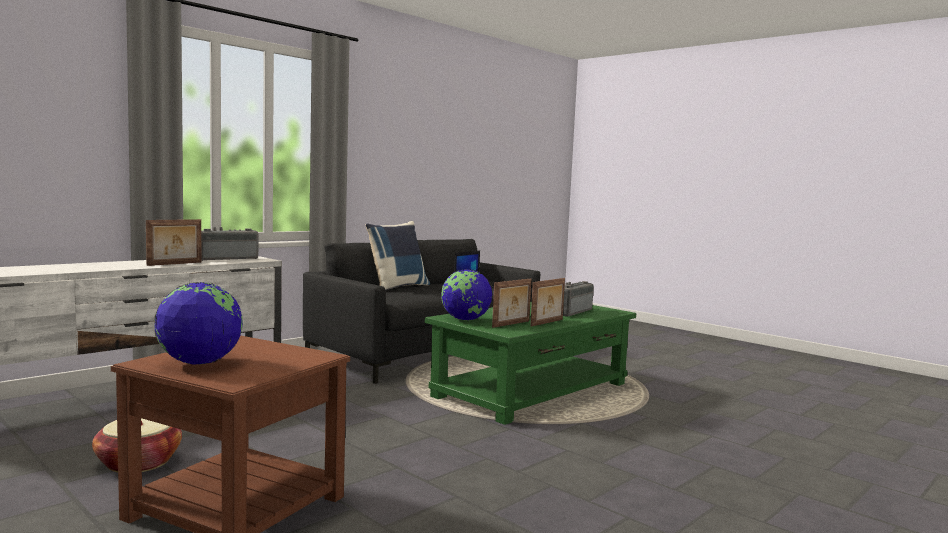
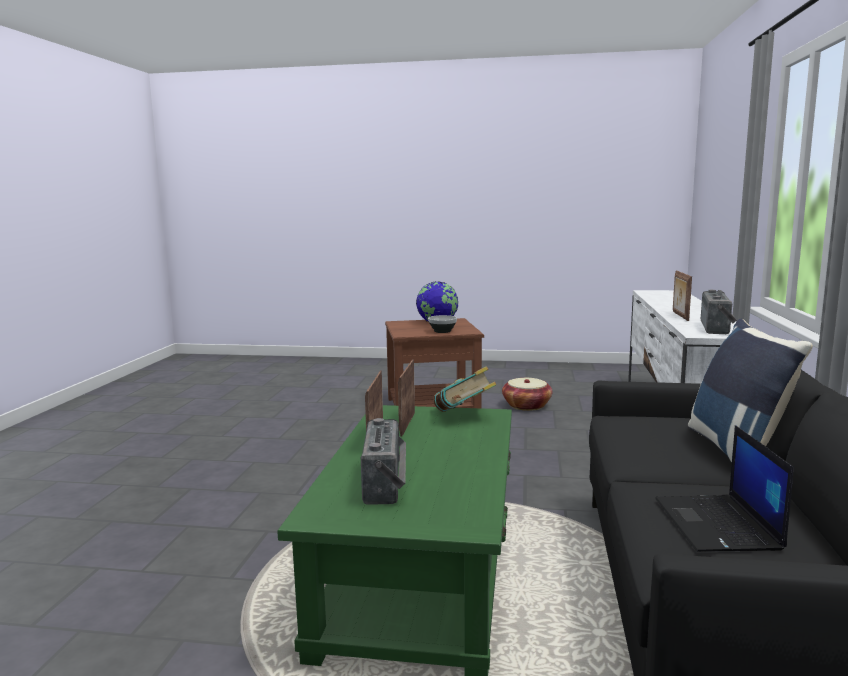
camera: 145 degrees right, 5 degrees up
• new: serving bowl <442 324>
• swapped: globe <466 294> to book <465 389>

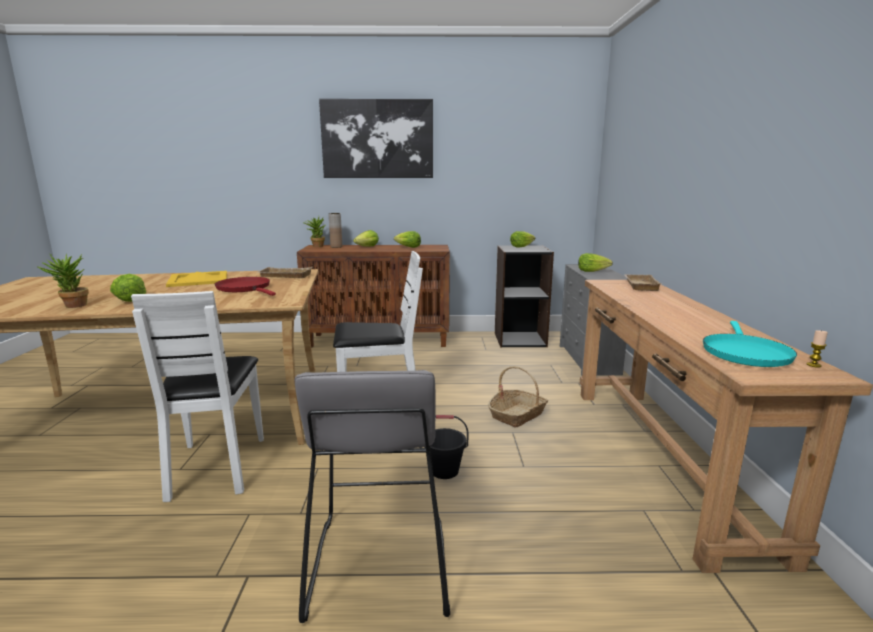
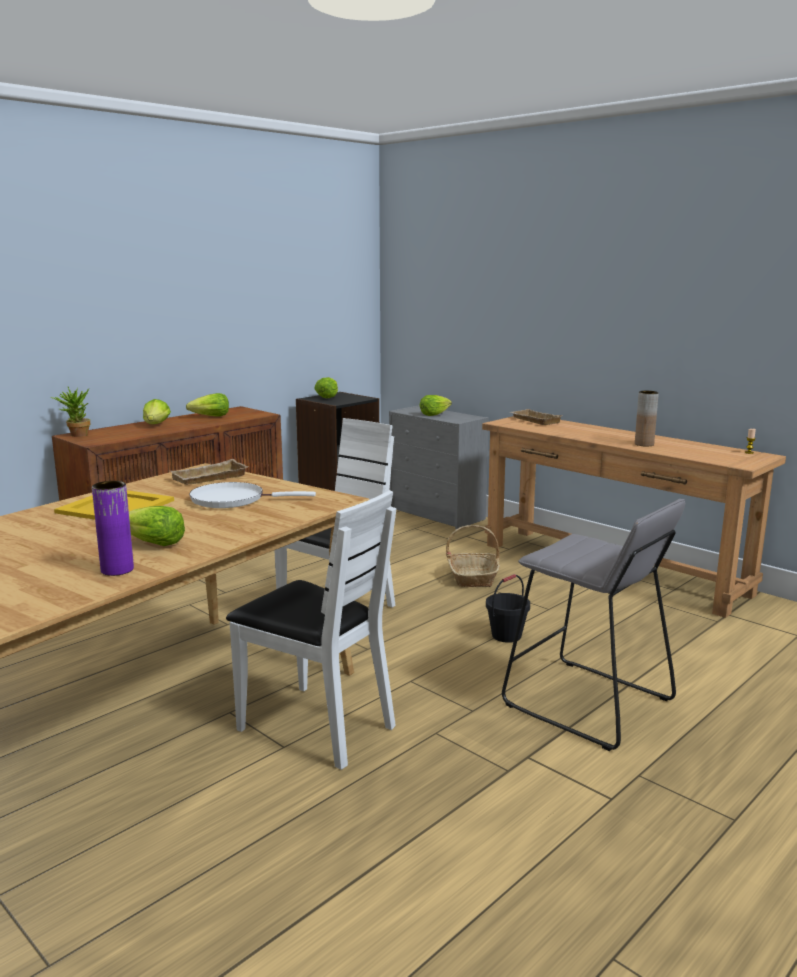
camera: 45 degrees left, 0 degrees up
• swapped: houseplant <63 281> to vase (purple) <113 528>
• repainted: skillet (red) <245 286> to skillet (white-coloured) <252 495>
• shifted: vase (brown) <335 230> to <647 418>
• gone: wall picture <376 138>
• gone: skillet (turquoise) <750 344>

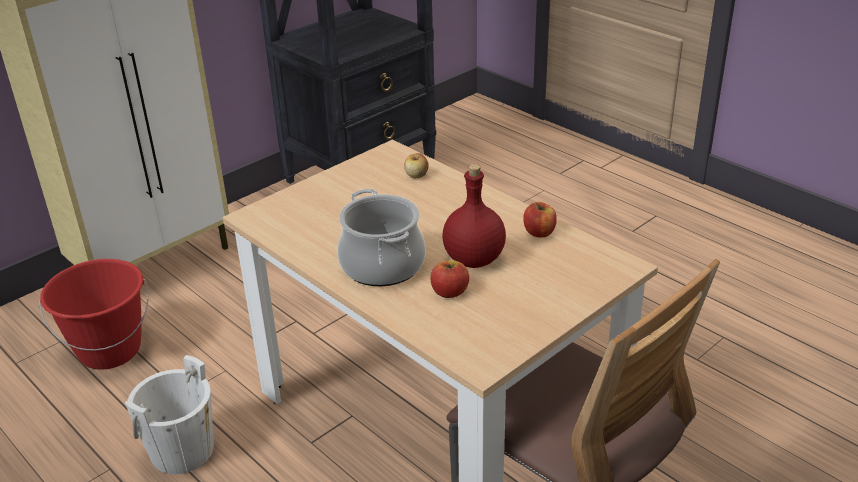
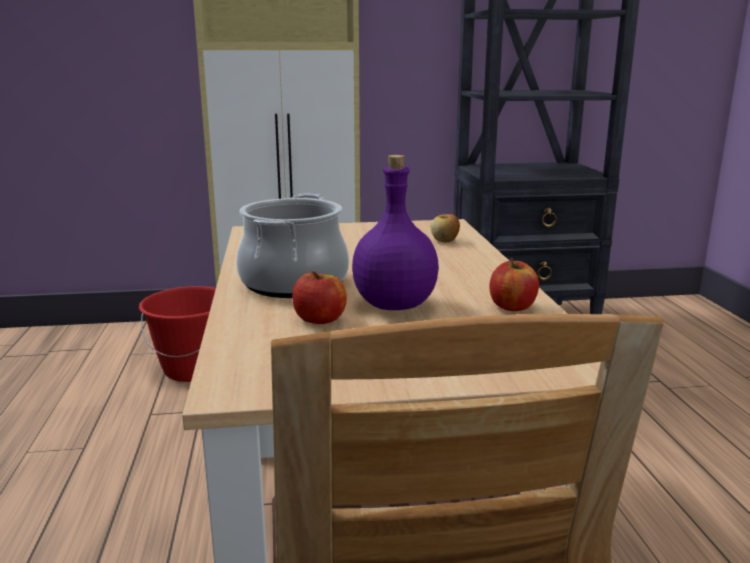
camera: 35 degrees right, 15 degrees down
• repainted: bottle (red) <474 216> to bottle (purple) <395 232>
• gone: bucket (white-coloured) <169 414>

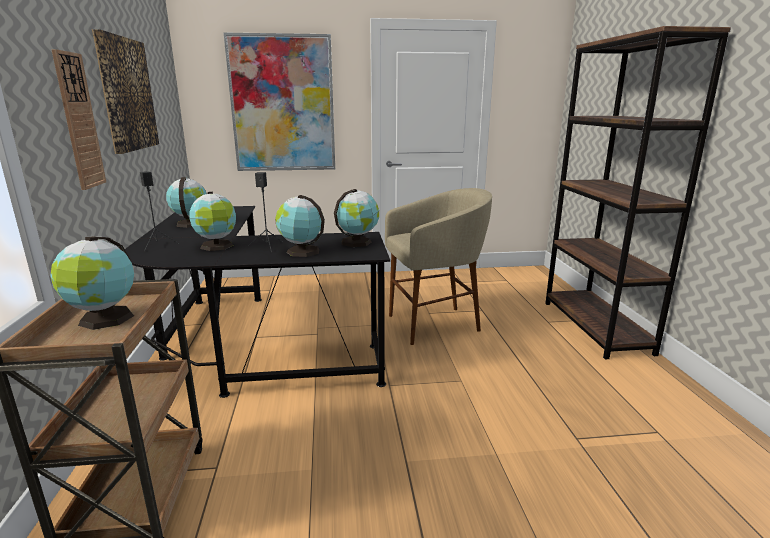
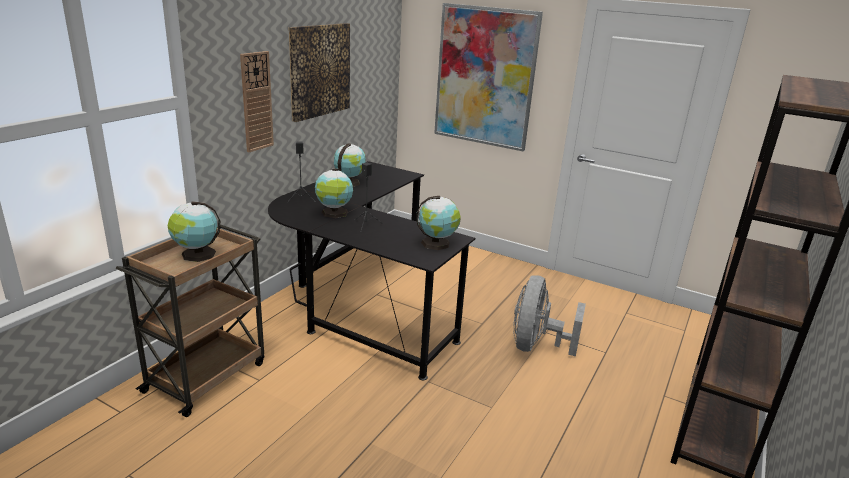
camera: 35 degrees right, 5 degrees up
• swapped: sitting stool (beige-coloured) <438 266> to electric fan (grey) <549 315>
• gone: globe <300 226>

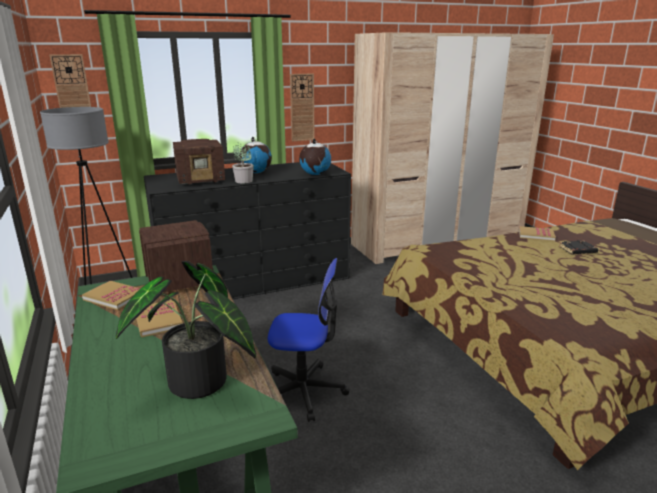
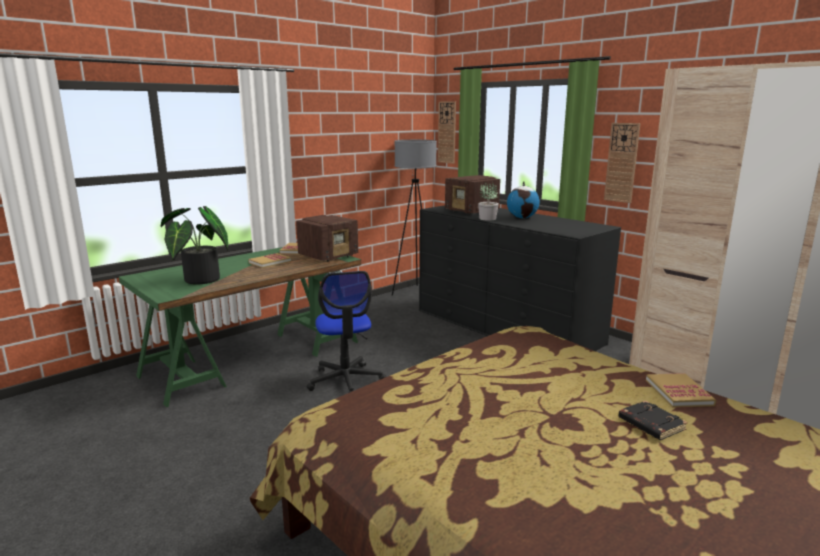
camera: 70 degrees right, 5 degrees down
• gone: globe <315 157>

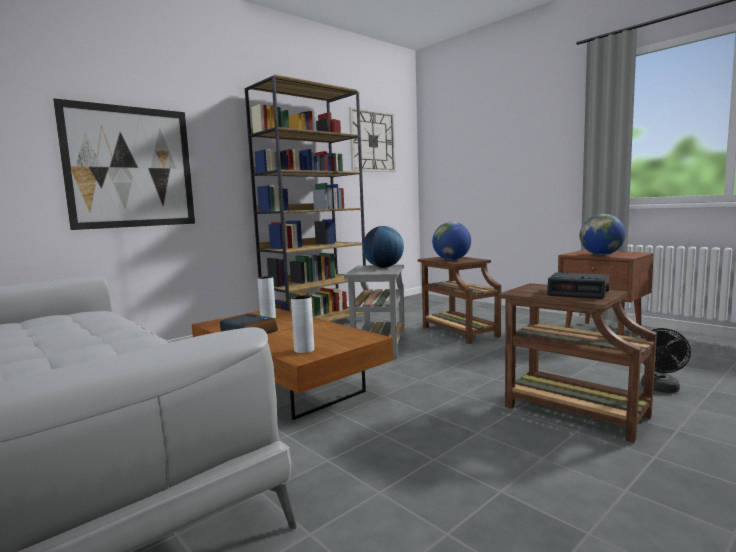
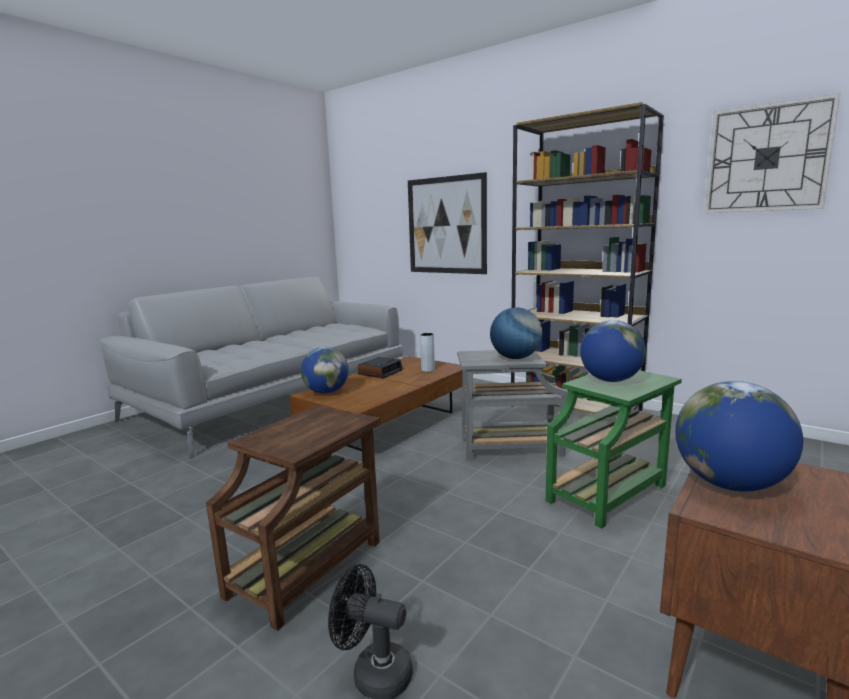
camera: 80 degrees right, 5 degrees up
• swapped: vase (grey) <302 324> to globe <325 370>
• repainted: accent table (brown) <459 300> to accent table (green) <614 449>
• gone: alarm clock <578 285>

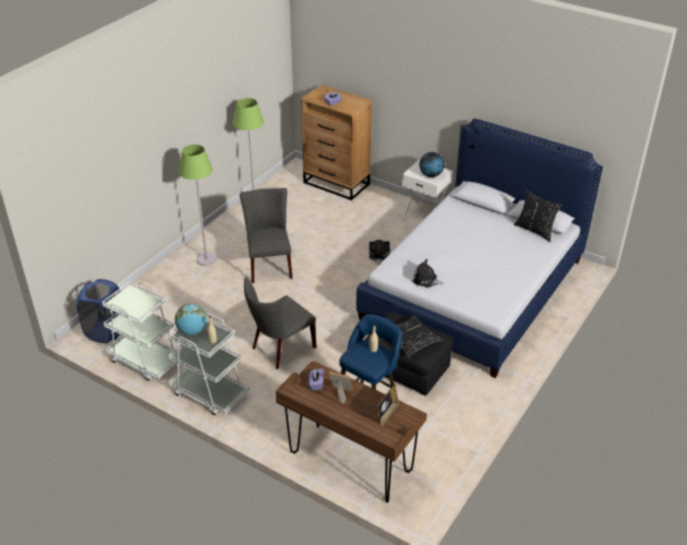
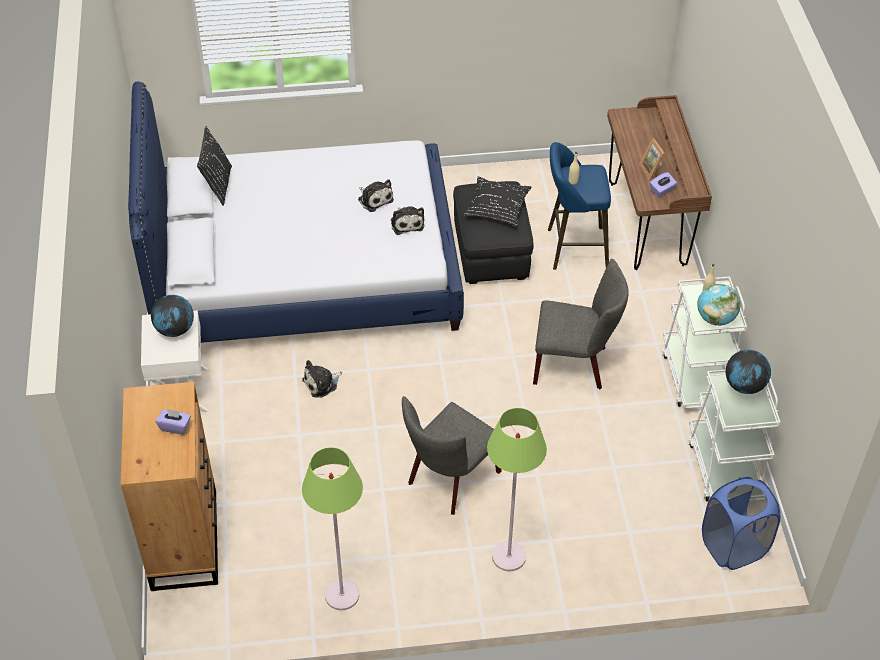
camera: 130 degrees left, 10 degrees up
• new: plush toy <376 195>
• new: globe <748 372>
• gone: standing frame <388 404>

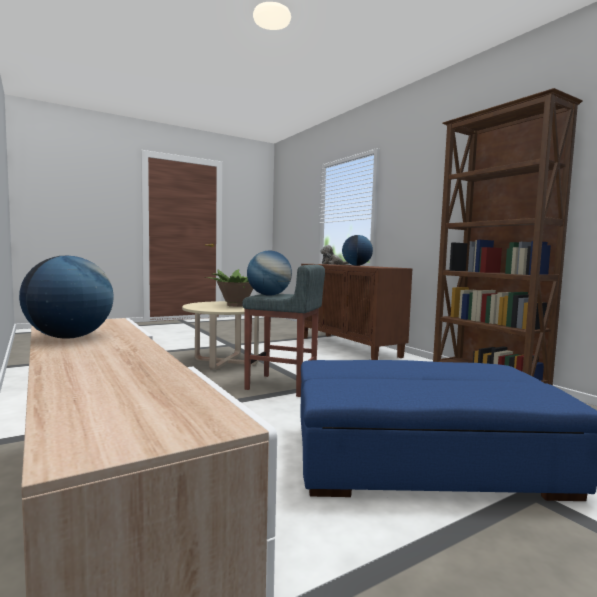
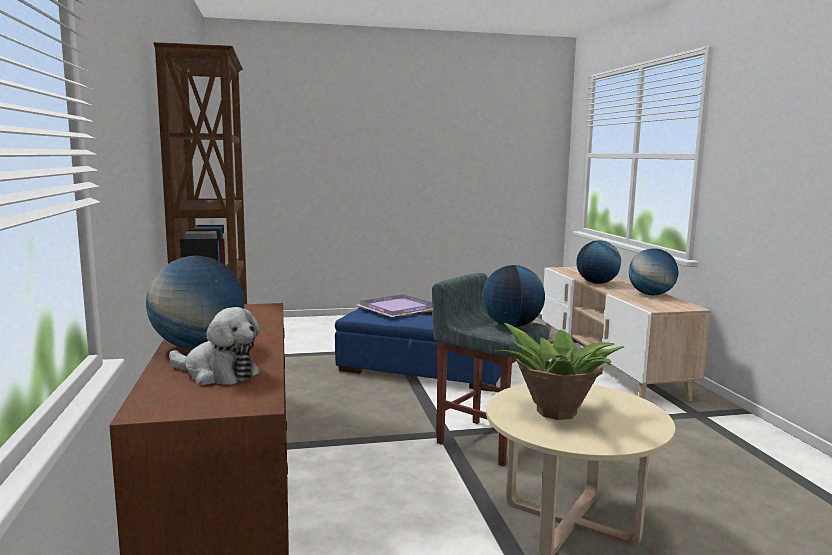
camera: 160 degrees left, 5 degrees up
• new: tray (purple) <395 305>
• new: globe <598 262>

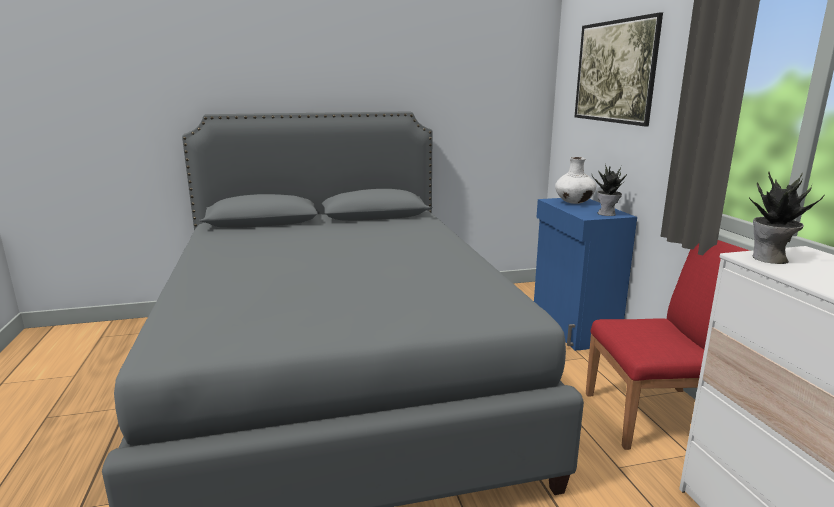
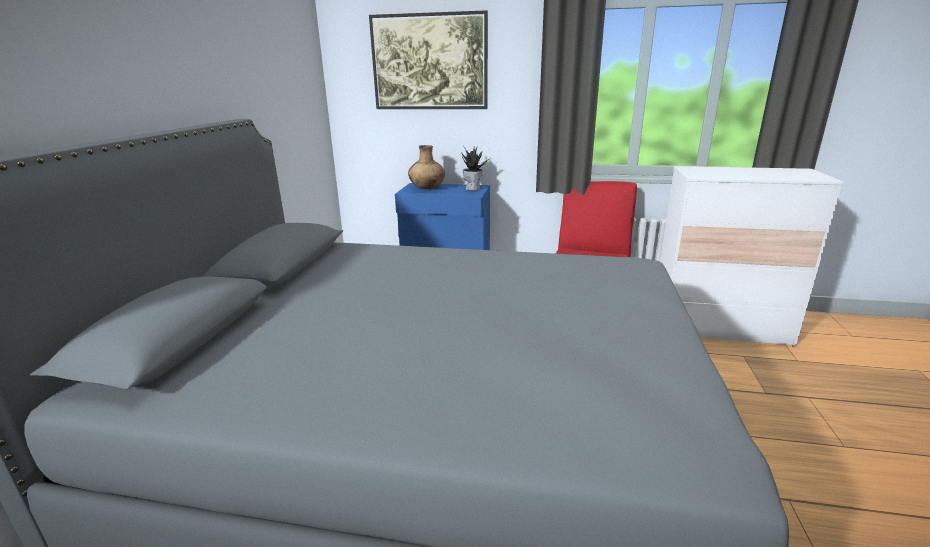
camera: 65 degrees left, 5 degrees up
• repainted: vase (white-coloured) <575 180> to vase (brown) <426 167>
• gone: houseplant <787 218>

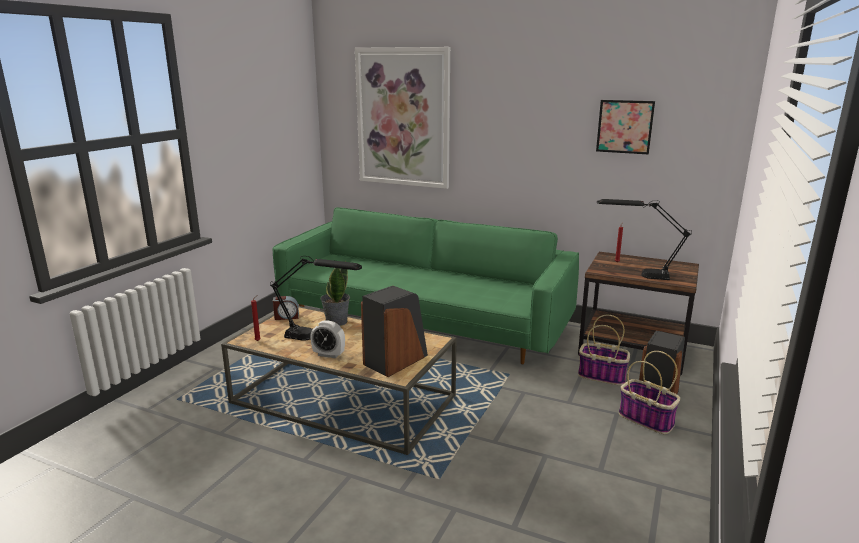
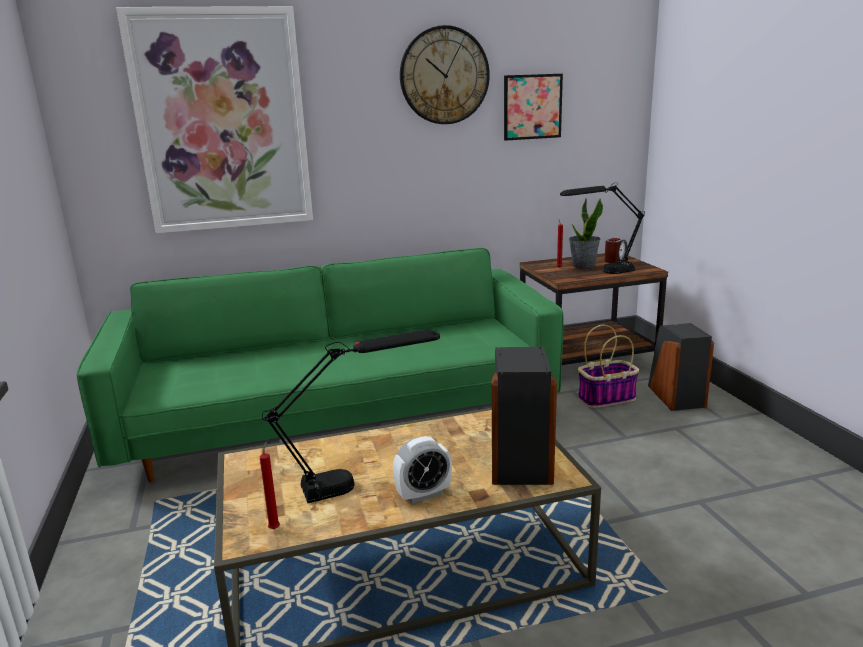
camera: 40 degrees left, 0 degrees up
• new: wall clock <445 74>
• shifted: houseplant <335 293> to <586 233>
• shifted: alarm clock <286 308> to <616 250>
• gone: storage basket <649 392>

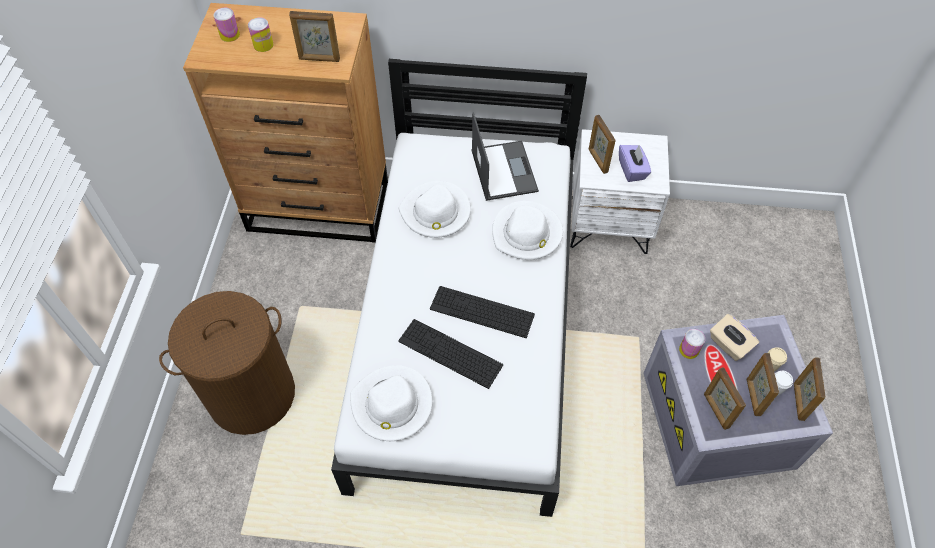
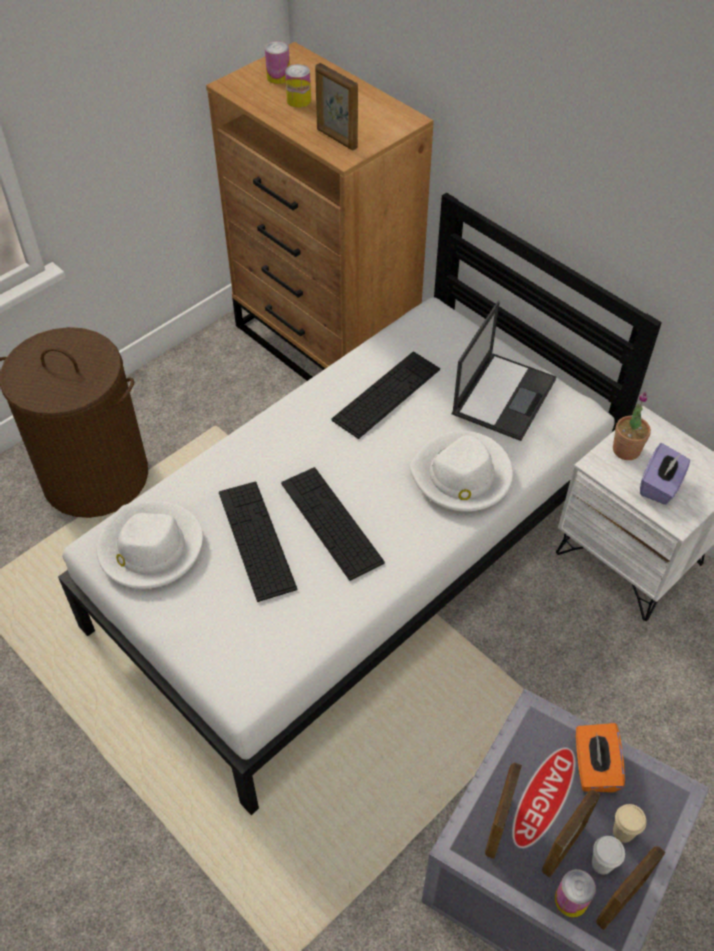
camera: 40 degrees right, 5 degrees down
• swapped: clothing hat (white-coloured) <435 209> to computer keyboard <385 395>
• shifted: metal can <692 344> to <575 893>
• repainted: tissue box (beige-coloured) <734 337> to tissue box (orangey) <600 757>
• swapped: standing frame <602 144> to houseplant <632 426>

